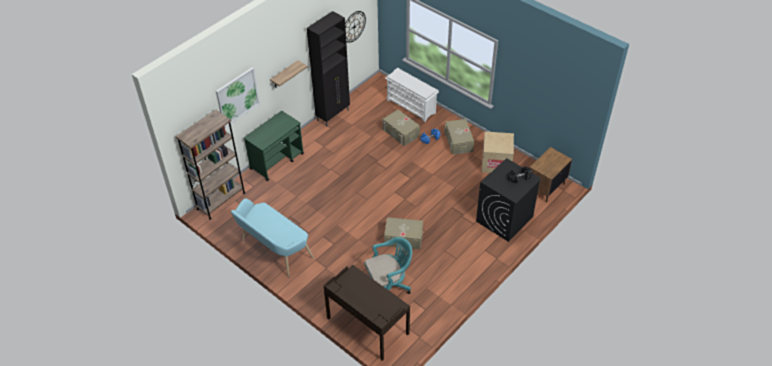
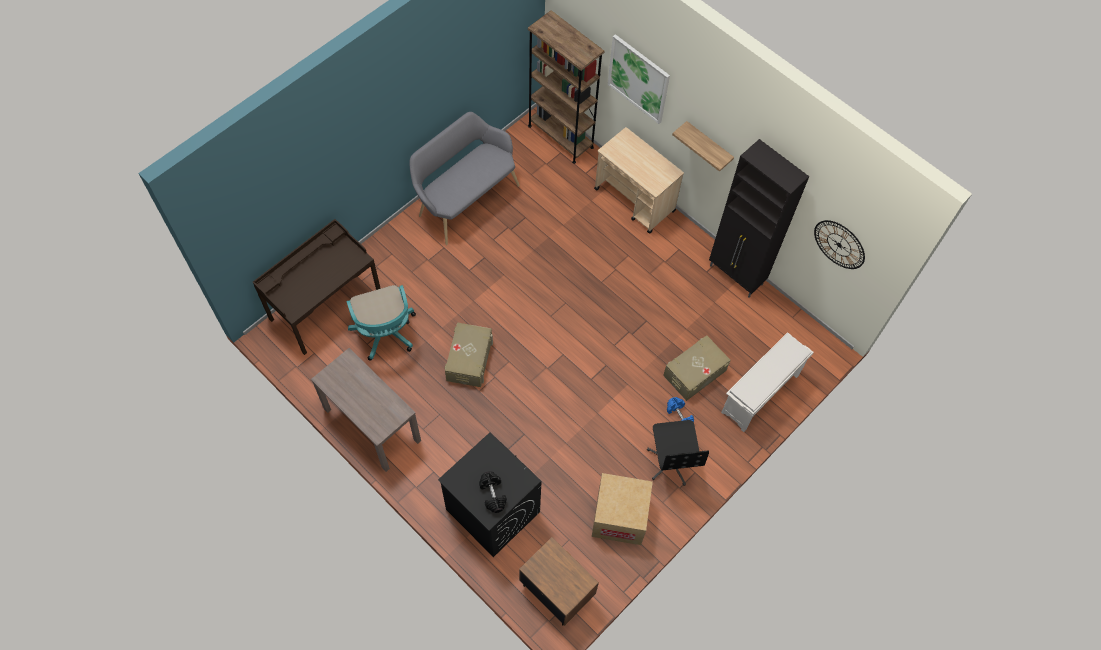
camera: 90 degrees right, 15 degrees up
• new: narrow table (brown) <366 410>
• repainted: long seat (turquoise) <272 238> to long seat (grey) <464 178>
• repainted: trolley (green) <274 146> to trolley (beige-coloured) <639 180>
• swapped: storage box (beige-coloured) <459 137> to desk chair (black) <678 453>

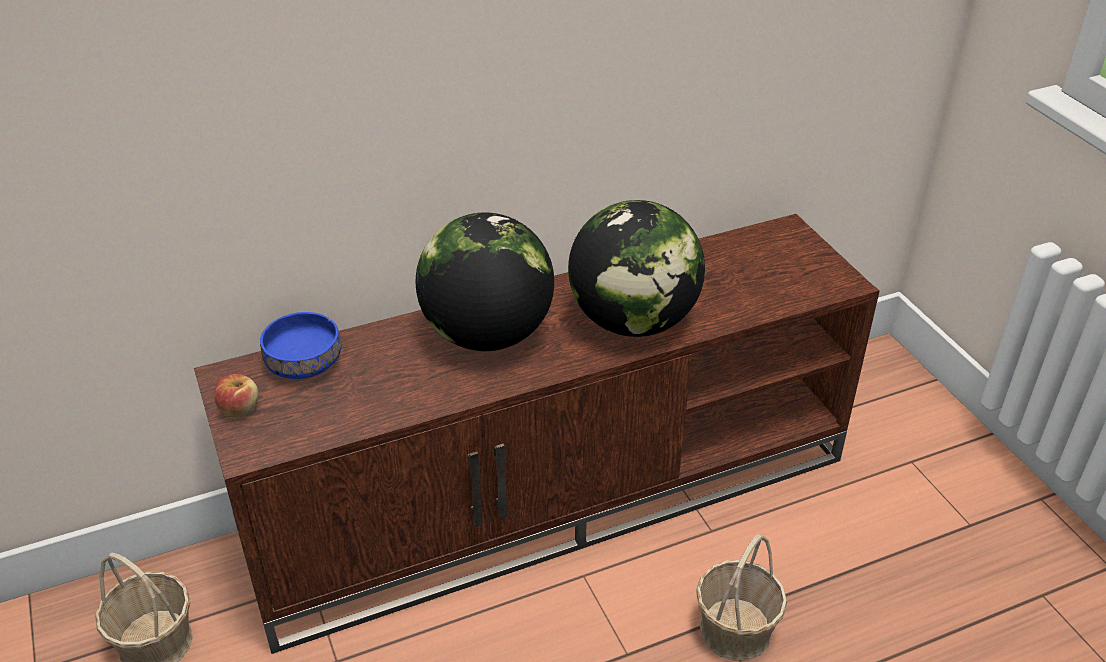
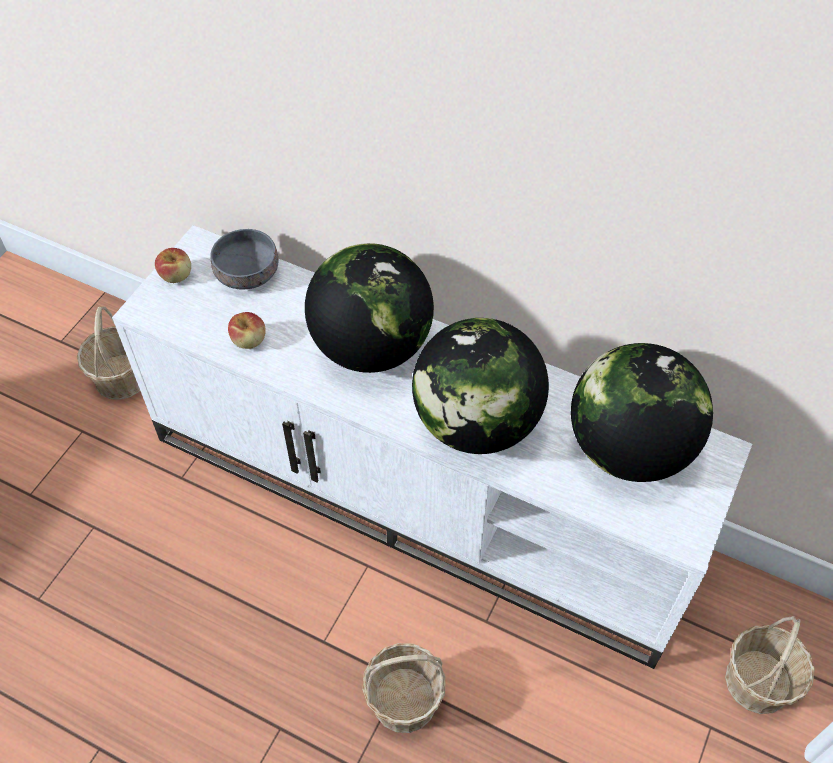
camera: 50 degrees right, 15 degrees up
• repainted: tv unit (brown) <537 434> to tv unit (white-coloured) <432 447>
• repainted: serving bowl (bluish) <300 345> to serving bowl (grey) <244 259>
• new: whole apple <247 330>
• new: globe <642 412>
• new: storage basket <770 665>

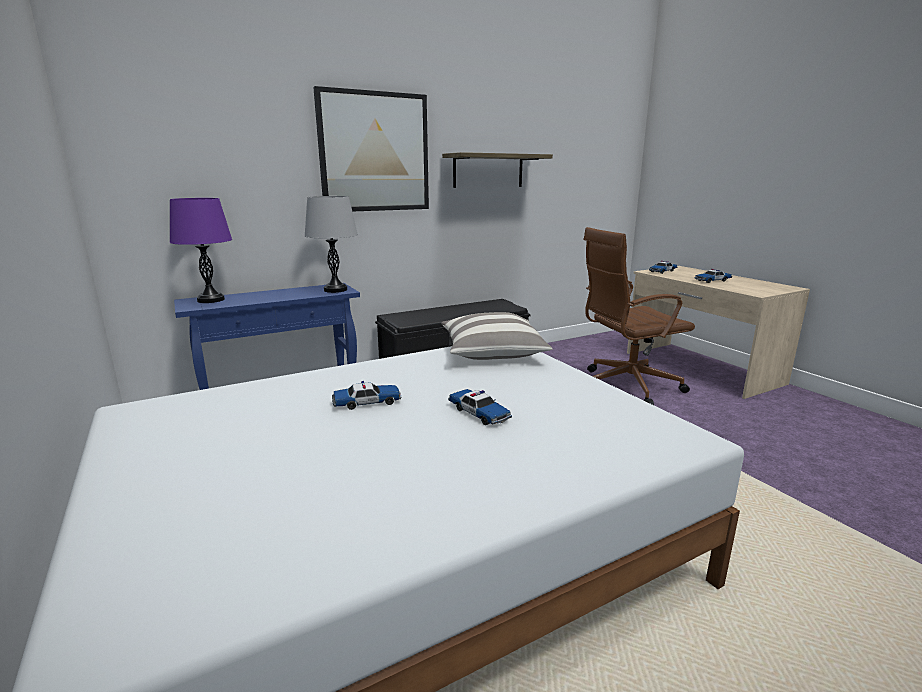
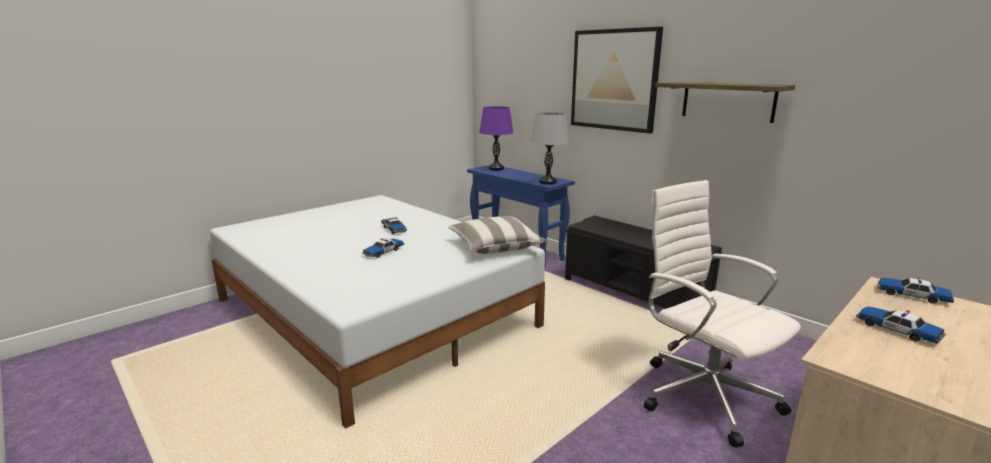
camera: 75 degrees right, 0 degrees up
• repainted: desk chair (brown) <639 316> to desk chair (white-coloured) <722 314>

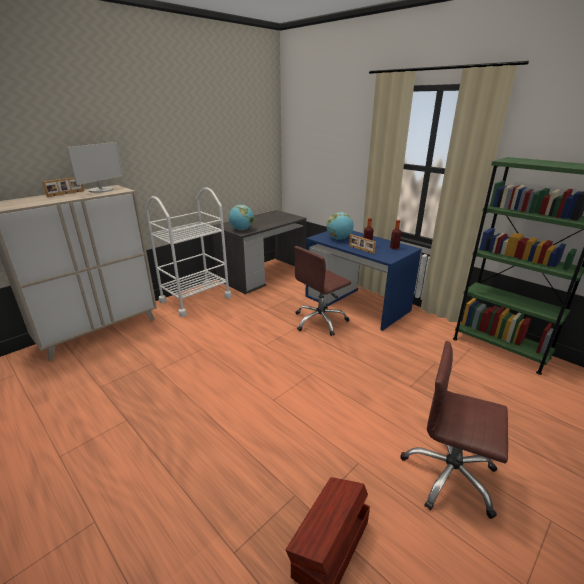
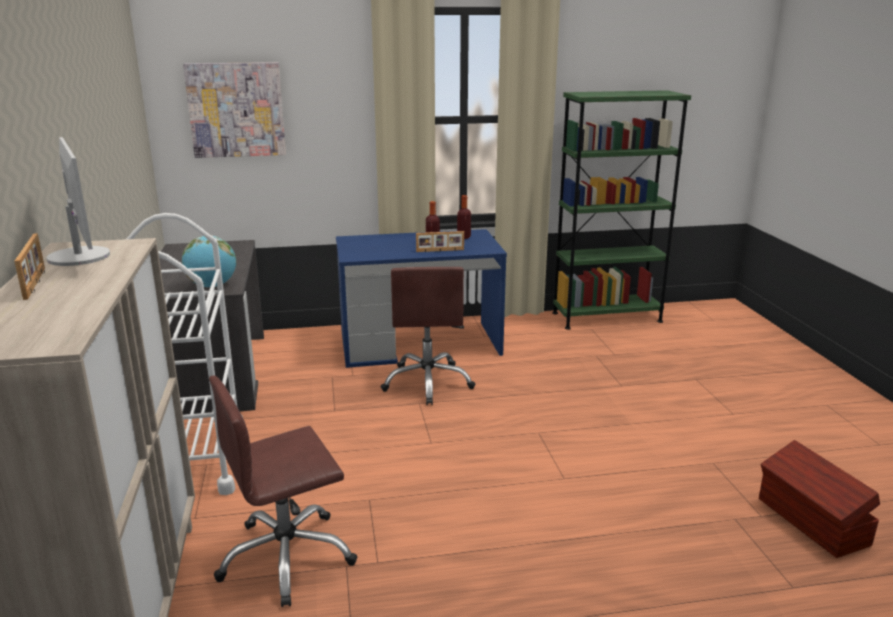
camera: 55 degrees left, 5 degrees down
• new: wall picture <234 110>
• shifted: desk chair (brown) <454 430> to <283 491>
• gone: globe <340 226>

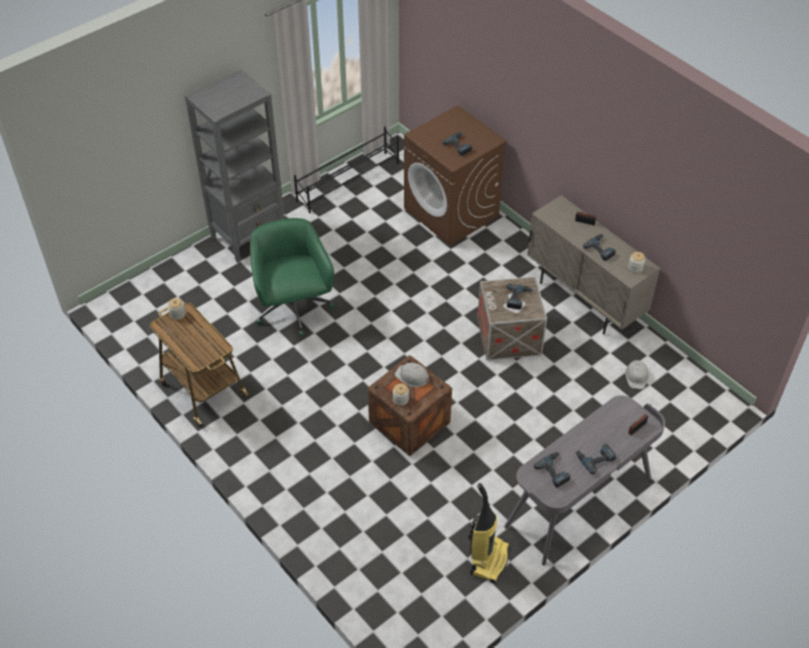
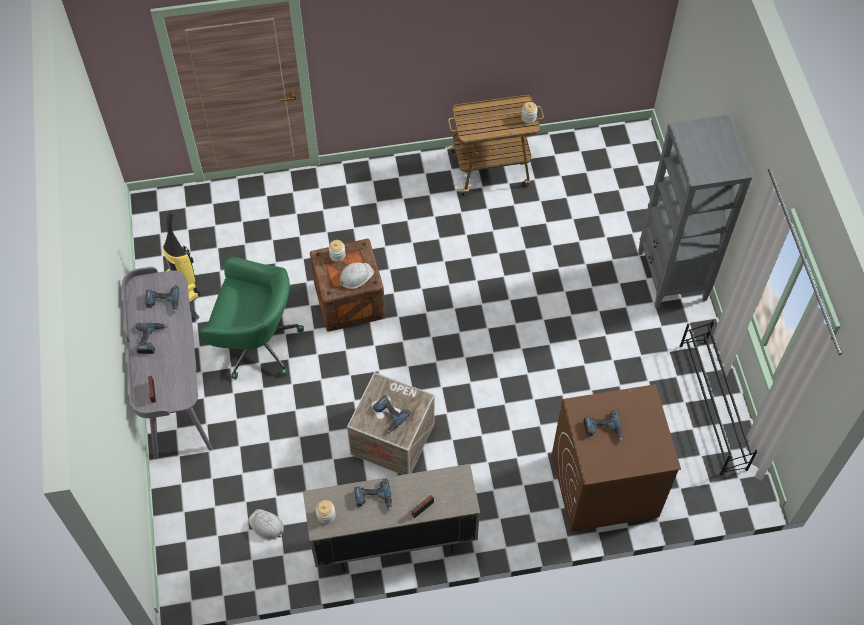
camera: 120 degrees right, 10 degrees up
• shifted: desk chair (green) <292 277> to <251 318>

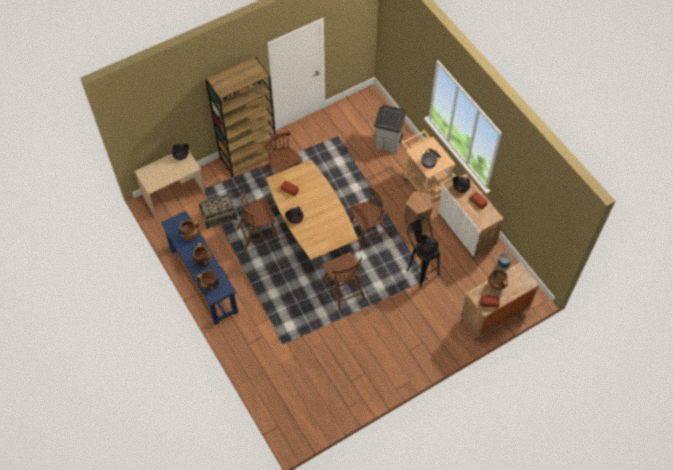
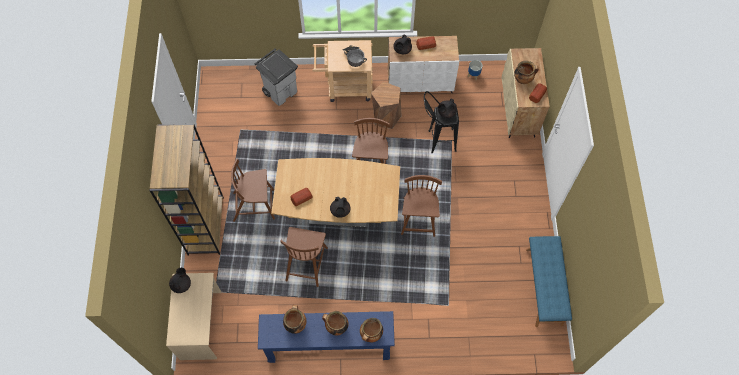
camera: 60 degrees left, 5 degrees up
• rotated: upright chair (brown) <343 281> = <421 206> 90 degrees counterclockwise
• new: long seat (bluish) <549 281>
• gone: storage basket <217 211>

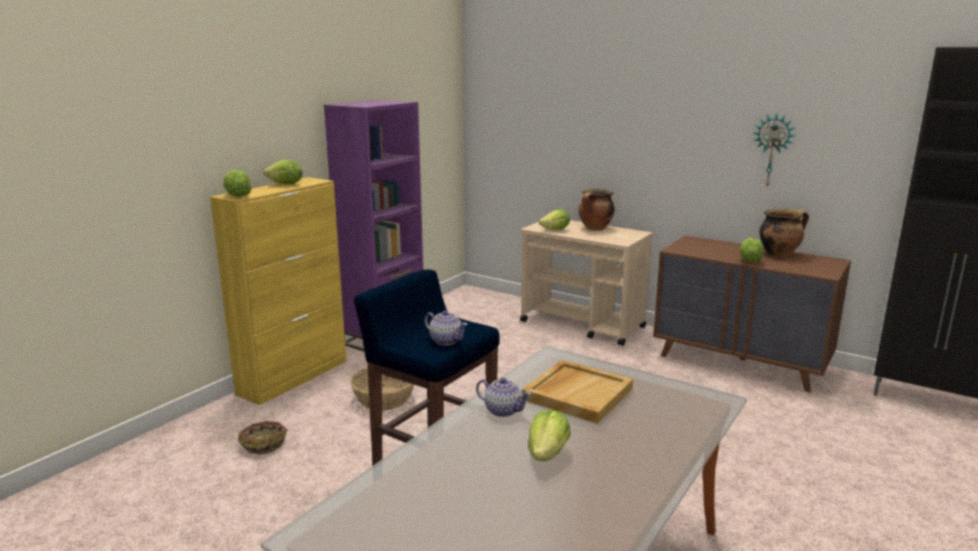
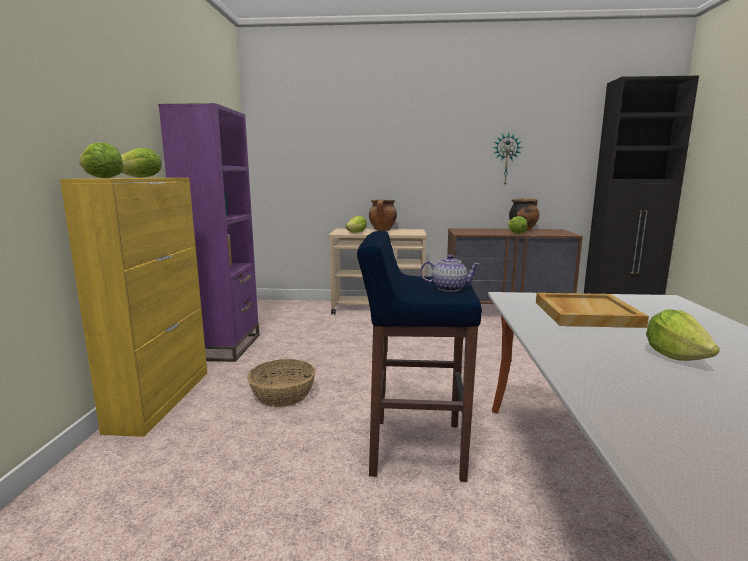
camera: 30 degrees left, 5 degrees down
• gone: storage basket <263 438>
• gone: tea pot <503 397>

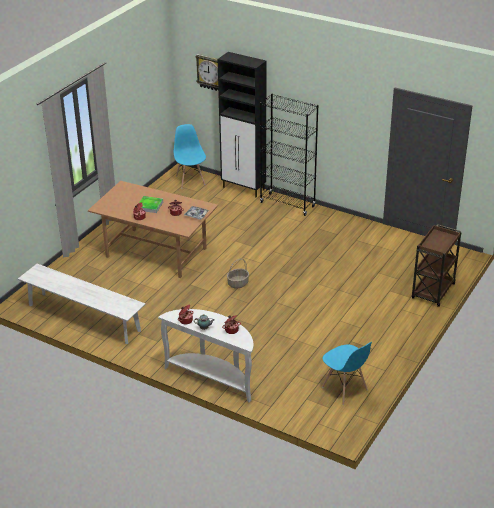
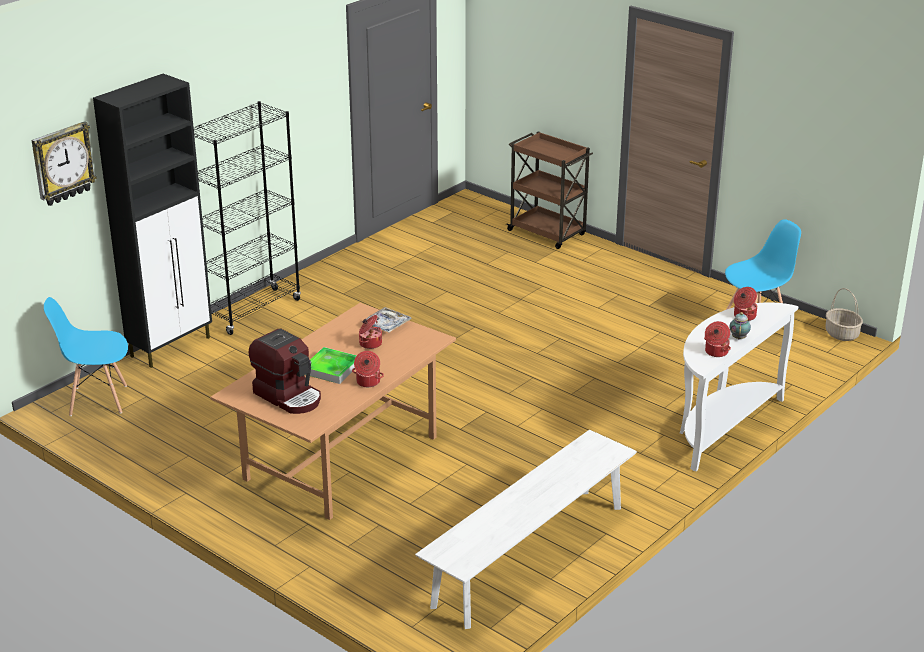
camera: 80 degrees left, 5 degrees down
• new: coffee maker <284 371>
• shifted: storage basket <238 274> to <844 314>

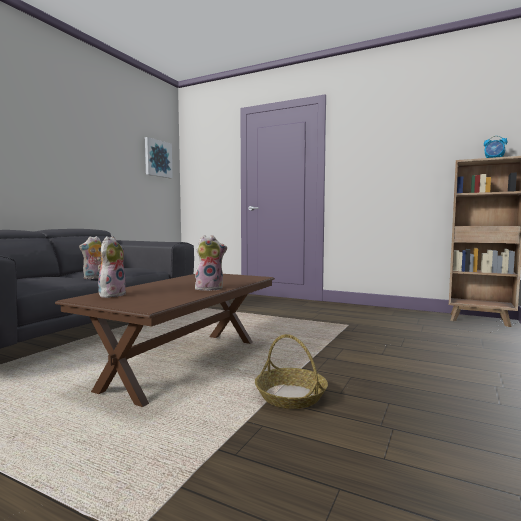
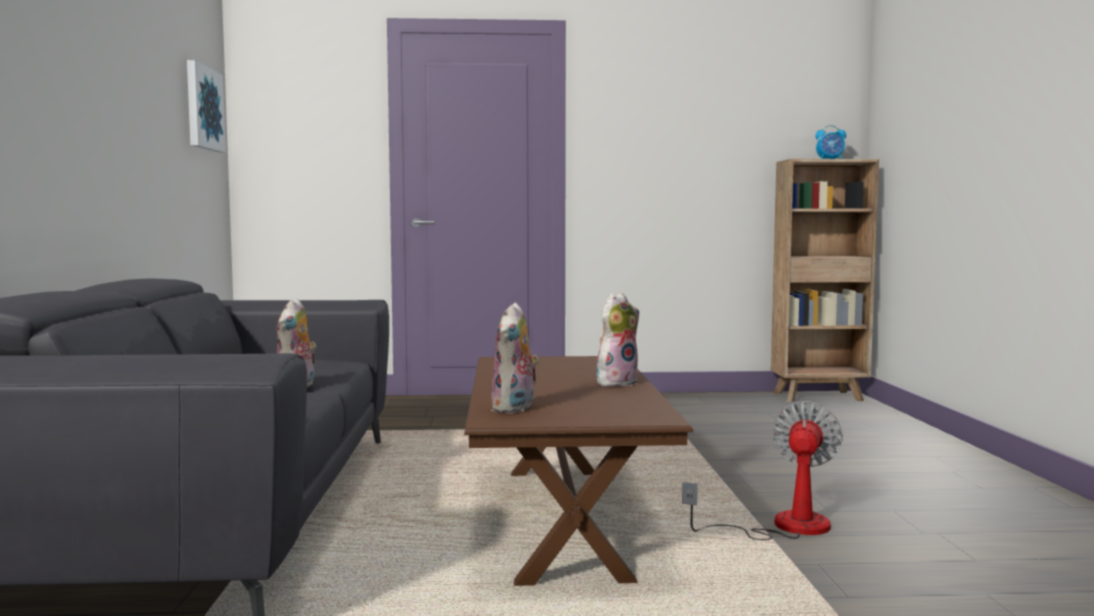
camera: 30 degrees left, 0 degrees up
• rotated: plush toy <112 267> = <515 358> 150 degrees counterclockwise
• swapped: storage basket <291 371> to electric fan <762 470>

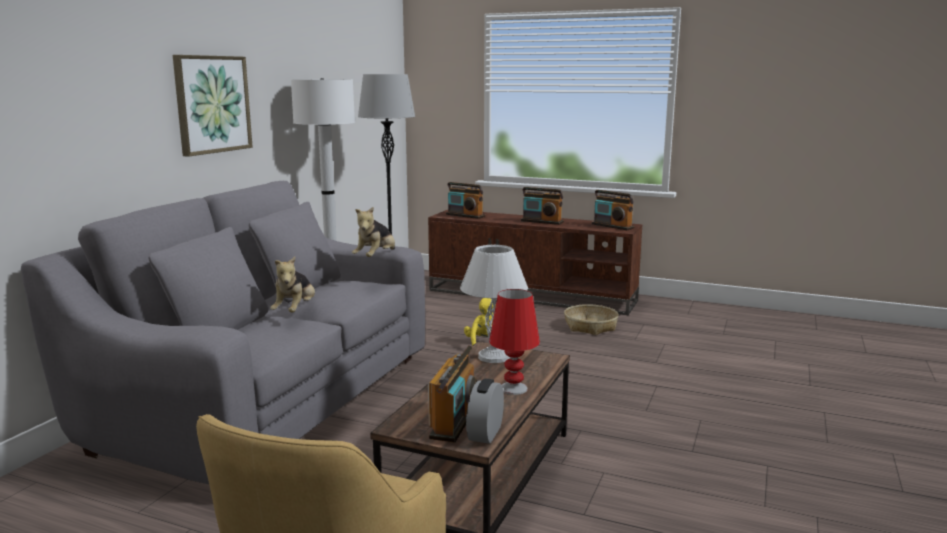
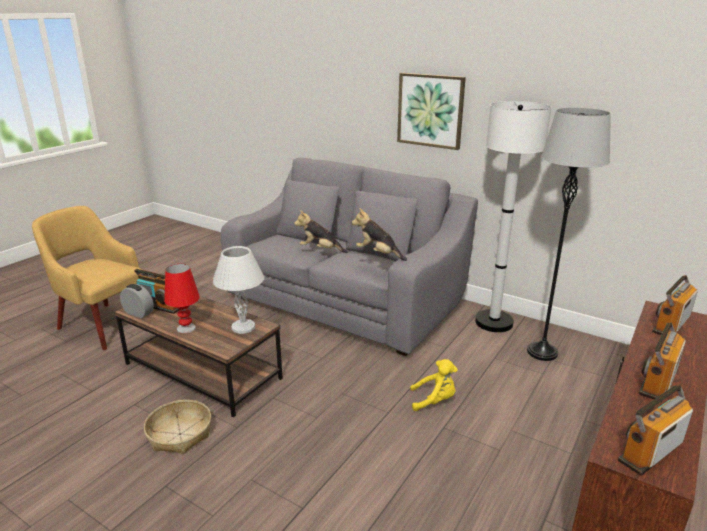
camera: 100 degrees right, 10 degrees up
• shifted: storage basket <591 319> to <177 427>

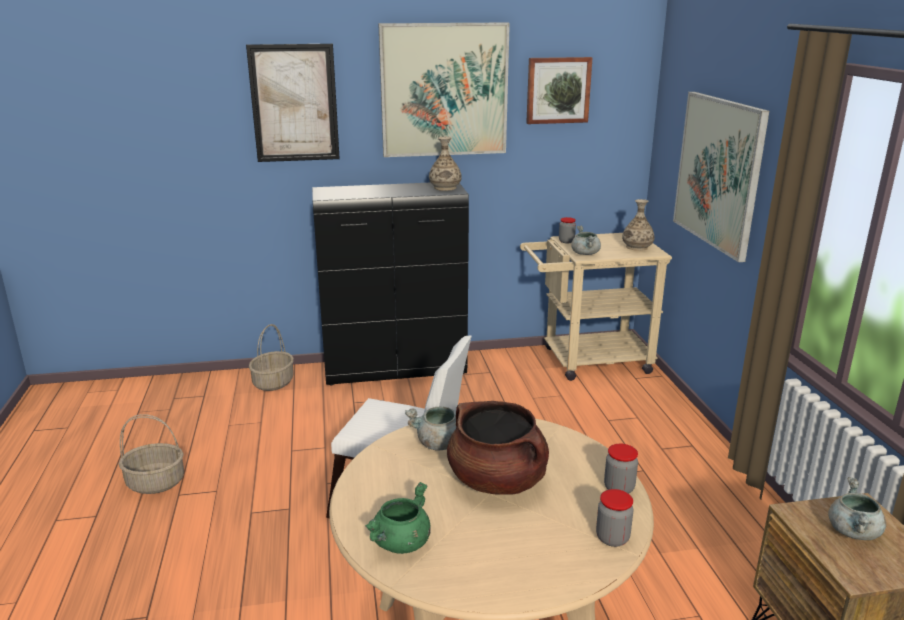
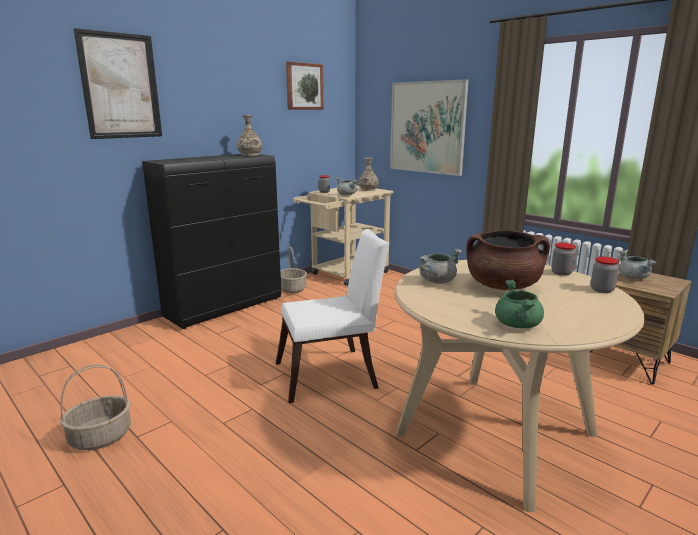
camera: 35 degrees left, 5 degrees down
• shifted: storage basket <271 357> to <293 270>
• gone: wall picture <444 90>

